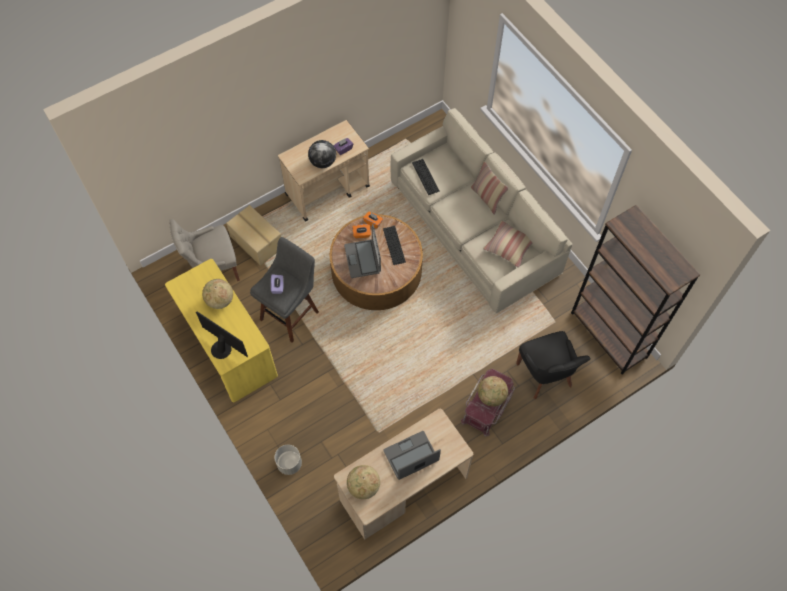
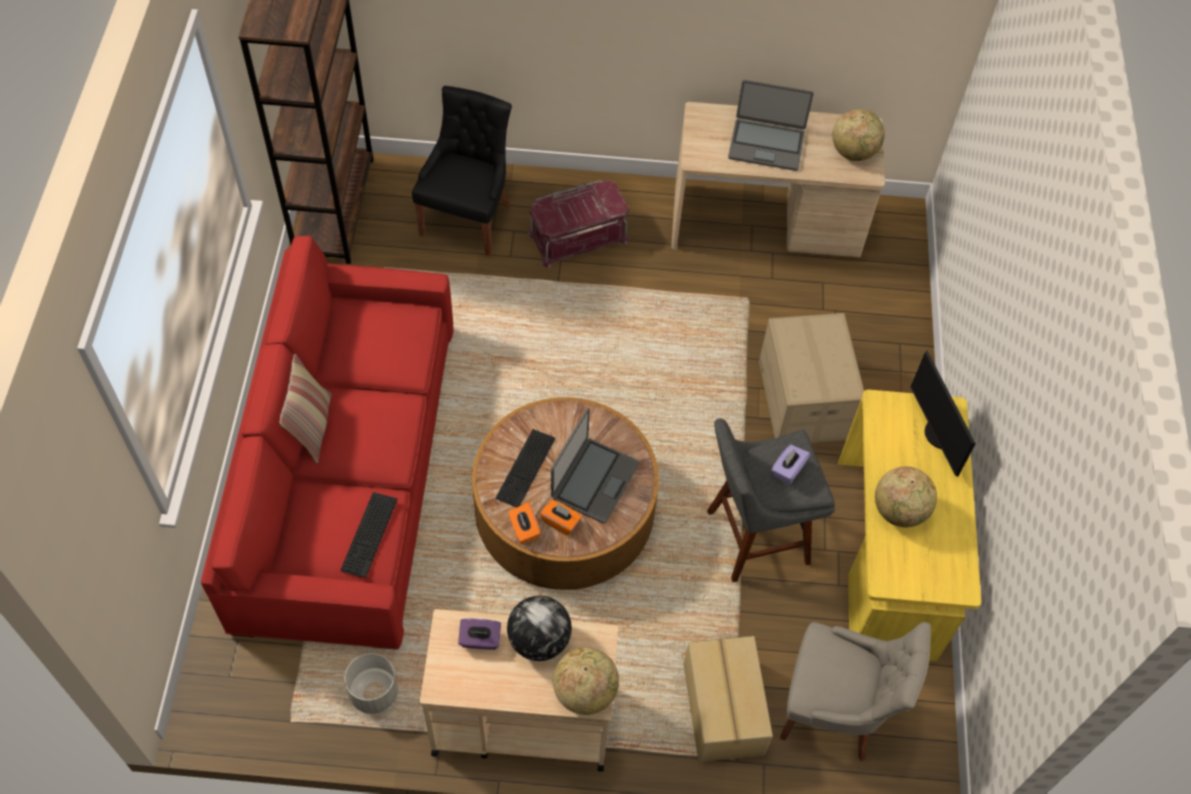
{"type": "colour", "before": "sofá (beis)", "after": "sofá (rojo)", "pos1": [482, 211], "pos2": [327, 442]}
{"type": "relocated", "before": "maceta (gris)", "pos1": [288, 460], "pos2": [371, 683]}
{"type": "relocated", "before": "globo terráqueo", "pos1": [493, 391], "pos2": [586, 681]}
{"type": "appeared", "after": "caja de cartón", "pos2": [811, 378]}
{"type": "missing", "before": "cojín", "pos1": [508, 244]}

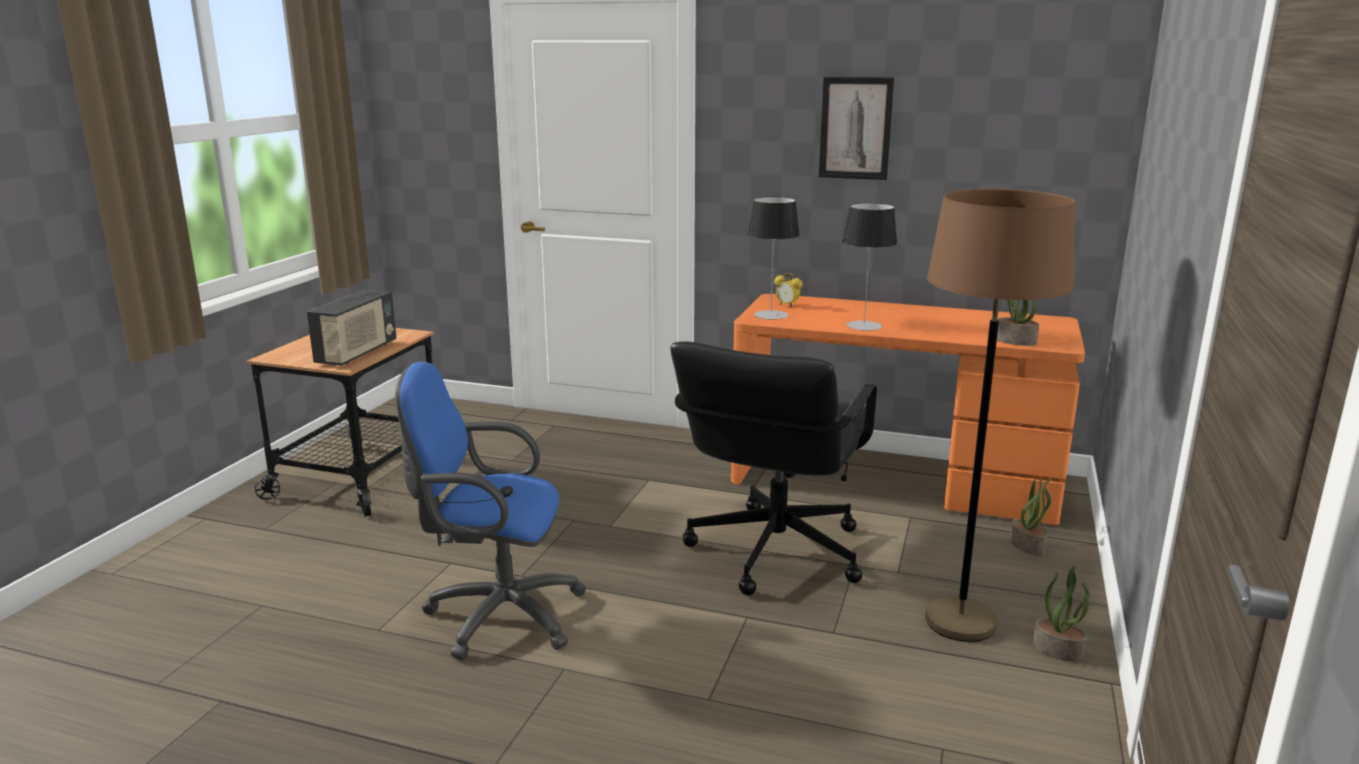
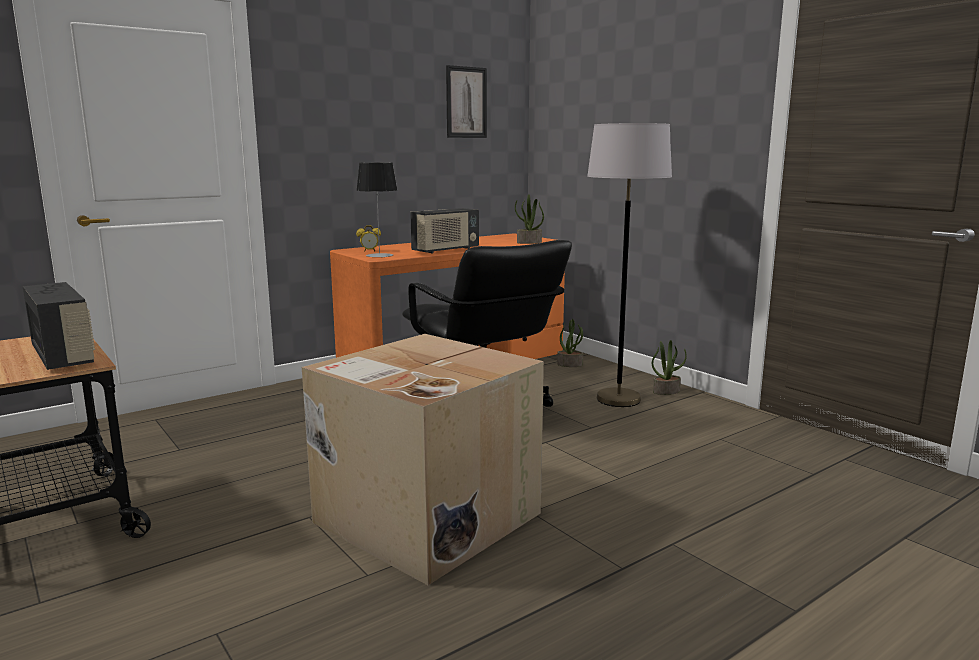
{"type": "exchanged", "before": "silla de oficina (azul)", "after": "caja de cartón", "pos1": [490, 511], "pos2": [423, 459]}
{"type": "exchanged", "before": "lámpara de mesa", "after": "radio", "pos1": [869, 267], "pos2": [444, 230]}
{"type": "relocated", "before": "cuadro", "pos1": [856, 128], "pos2": [466, 101]}
{"type": "colour", "before": "lámpara de pie (marrón)", "after": "lámpara de pie (gris)", "pos1": [1000, 415], "pos2": [629, 265]}

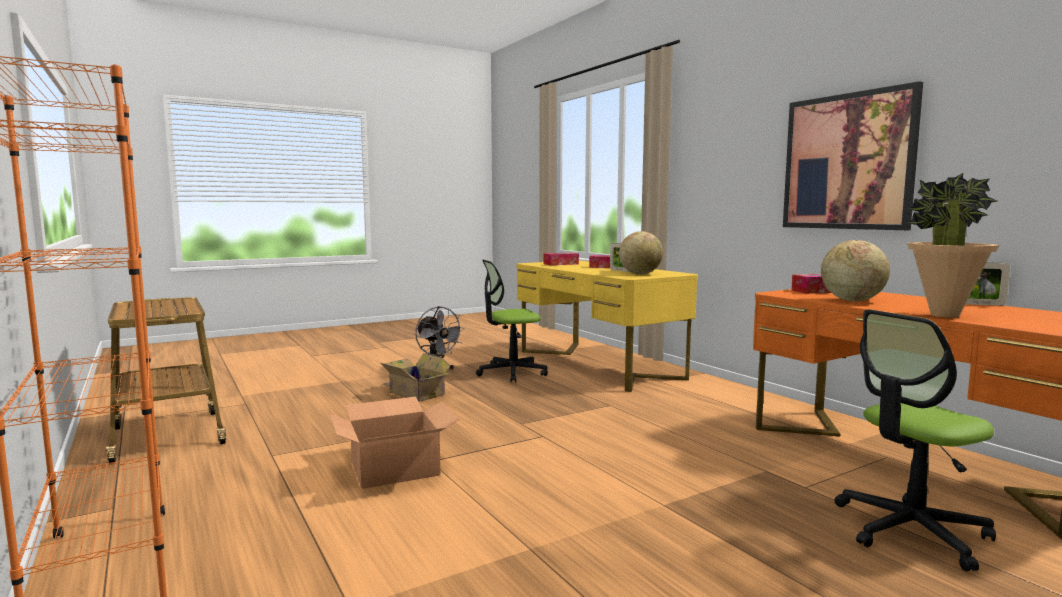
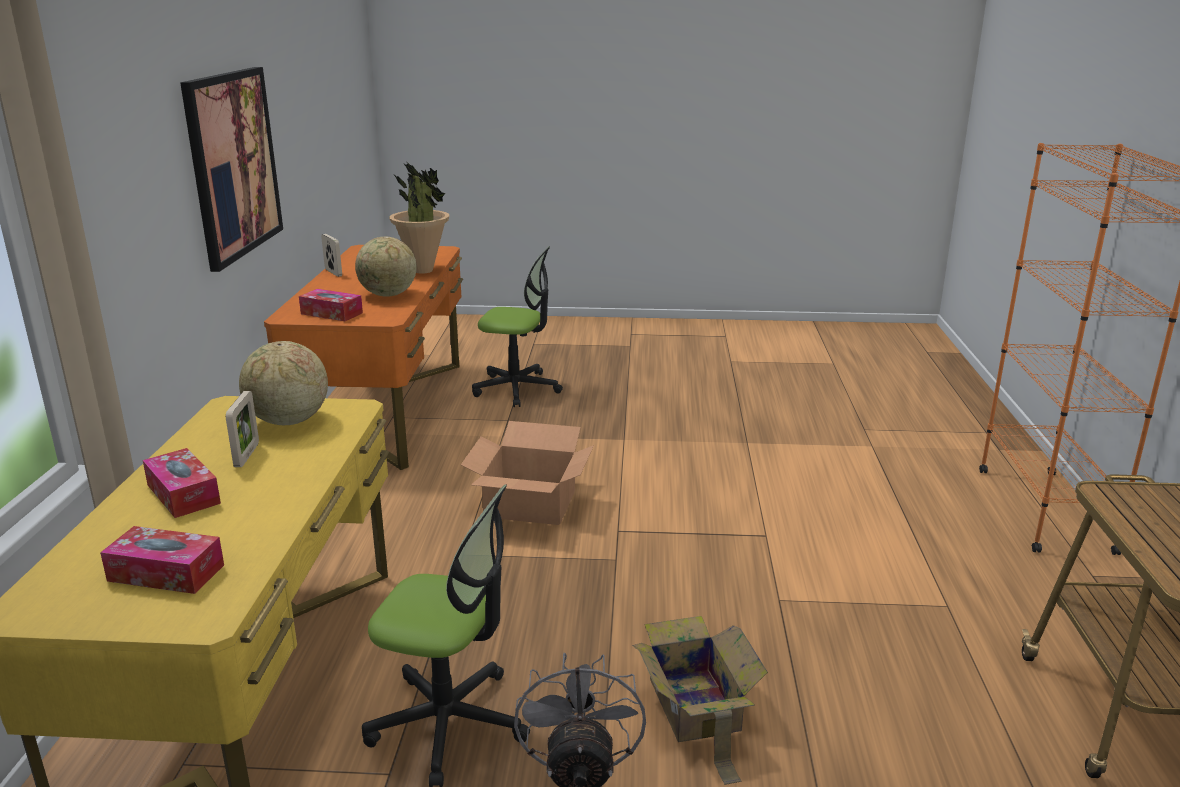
{"type": "relocated", "before": "caja de cartón", "pos1": [394, 443], "pos2": [527, 473]}

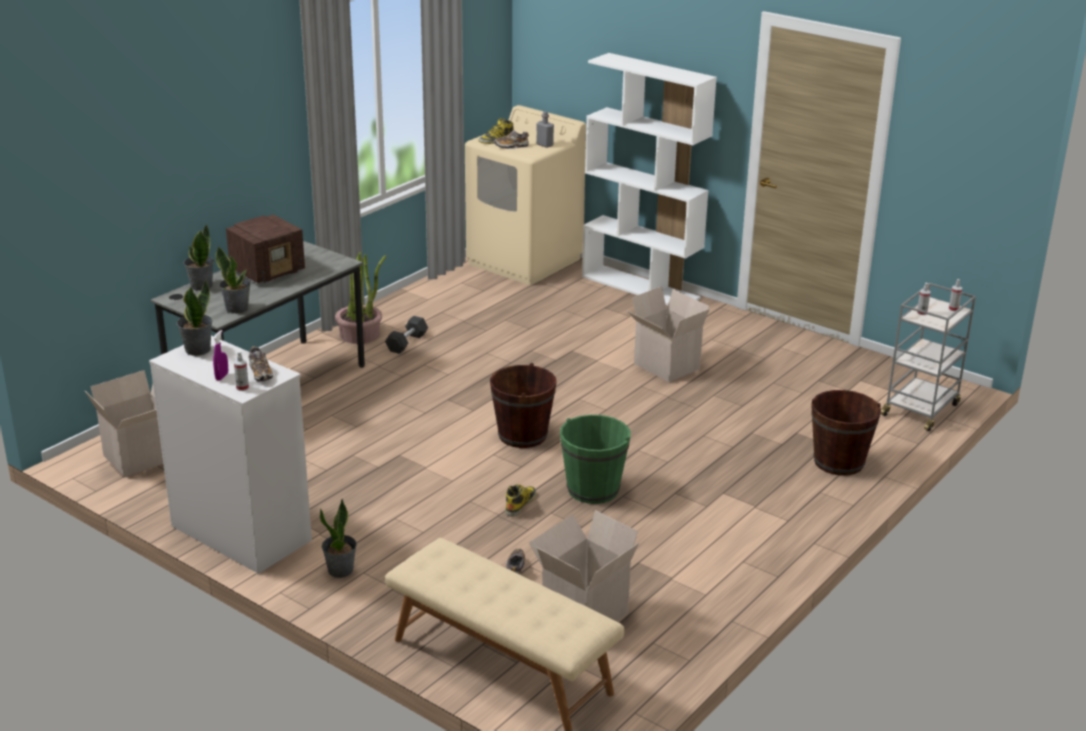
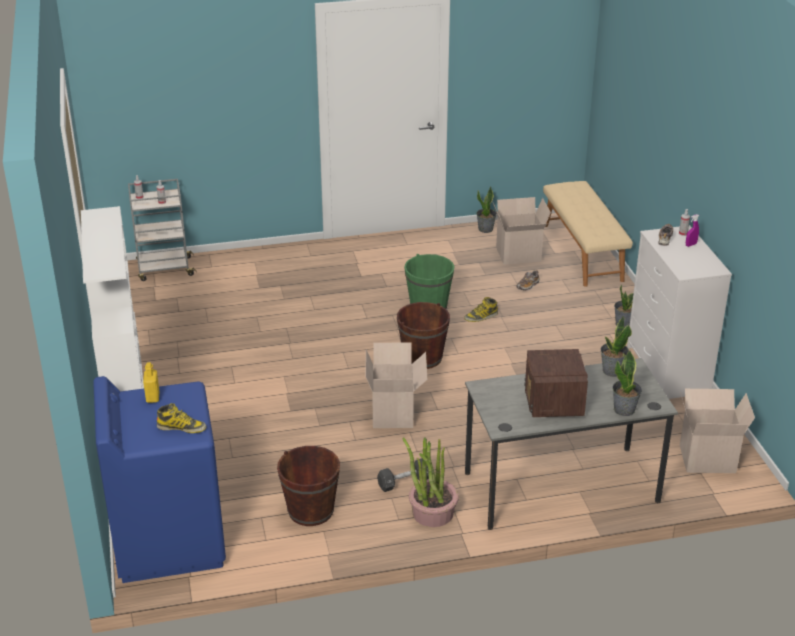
{"type": "colour", "before": "lavadora (beis)", "after": "lavadora (azul)", "pos1": [525, 195], "pos2": [159, 479]}
{"type": "colour", "before": "botella (gris)", "after": "botella (amarillo)", "pos1": [545, 129], "pos2": [151, 382]}
{"type": "relocated", "before": "cubo (marrón)", "pos1": [846, 433], "pos2": [308, 486]}
{"type": "relocated", "before": "caja de cartón", "pos1": [668, 334], "pos2": [396, 385]}
{"type": "relocated", "before": "planta en maceta", "pos1": [195, 317], "pos2": [486, 209]}
{"type": "spun", "before": "radio", "pos1": [265, 248], "pos2": [556, 383], "turn": -90}
{"type": "missing", "before": "zapato", "pos1": [511, 139]}

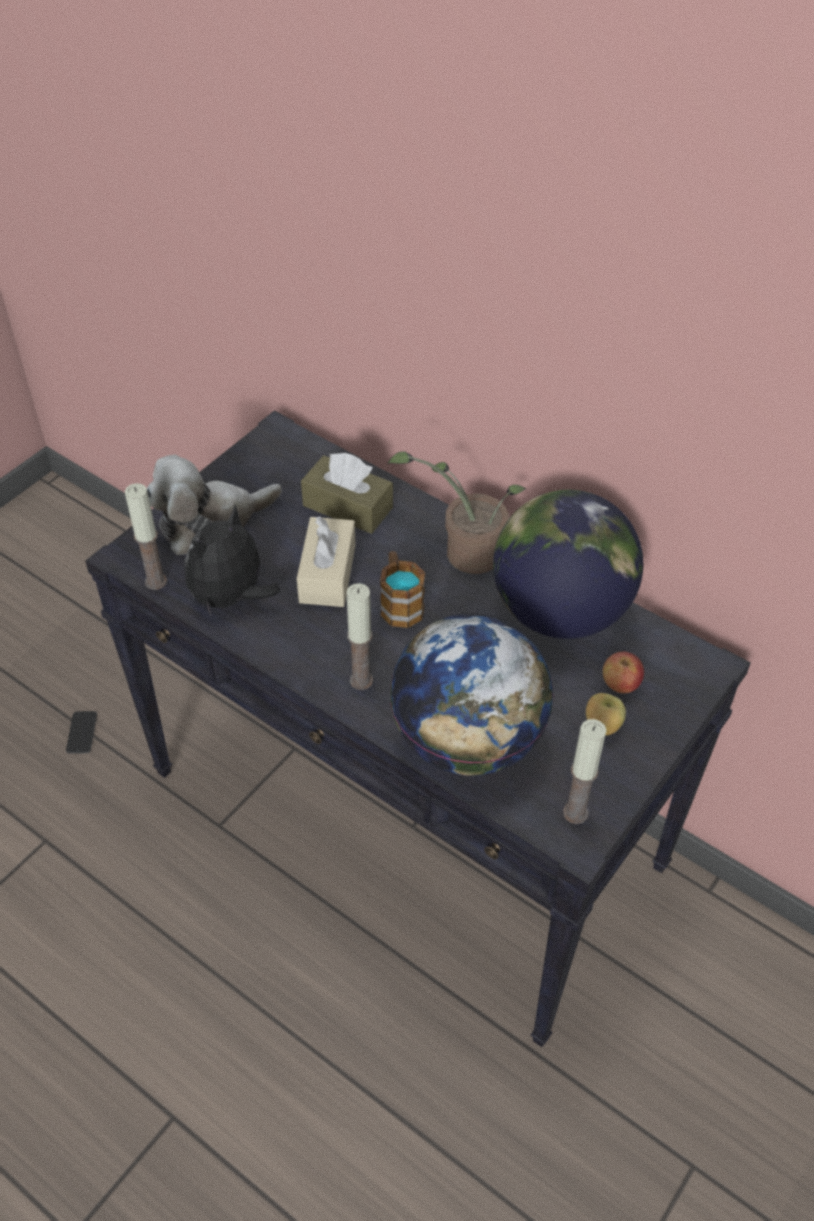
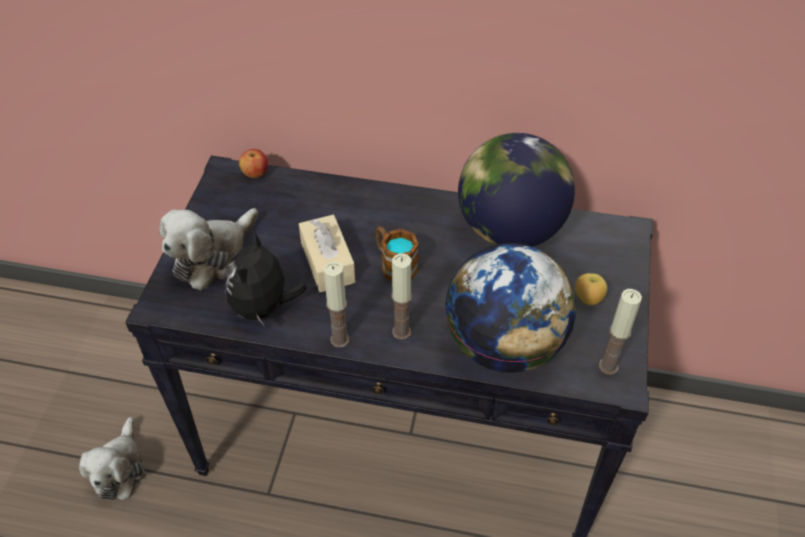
{"type": "exchanged", "before": "móvil", "after": "peluche", "pos1": [81, 732], "pos2": [112, 458]}
{"type": "relocated", "before": "manzana", "pos1": [623, 672], "pos2": [253, 163]}
{"type": "relocated", "before": "vela", "pos1": [146, 536], "pos2": [336, 304]}
{"type": "missing", "before": "caja de pañuelos (marrón)", "pos1": [347, 493]}
{"type": "missing", "before": "planta en maceta", "pos1": [456, 512]}

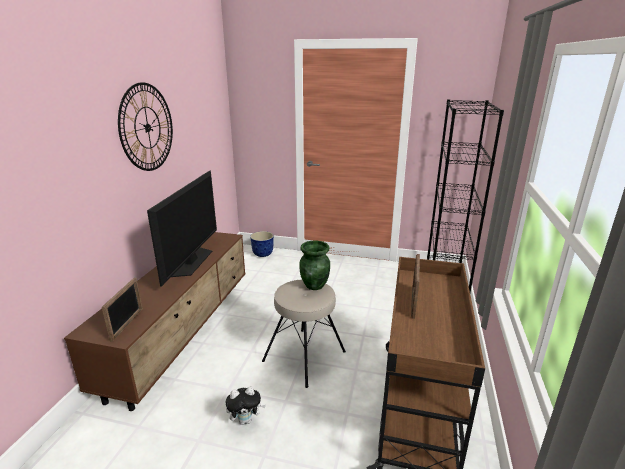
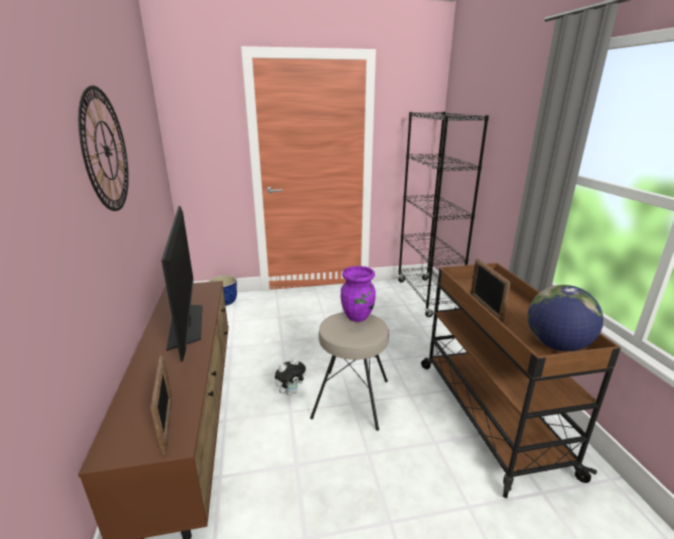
{"type": "relocated", "before": "peluche", "pos1": [246, 406], "pos2": [290, 377]}
{"type": "colour", "before": "florero (verde)", "after": "florero (morado)", "pos1": [314, 265], "pos2": [358, 294]}
{"type": "appeared", "after": "globo terráqueo", "pos2": [565, 318]}

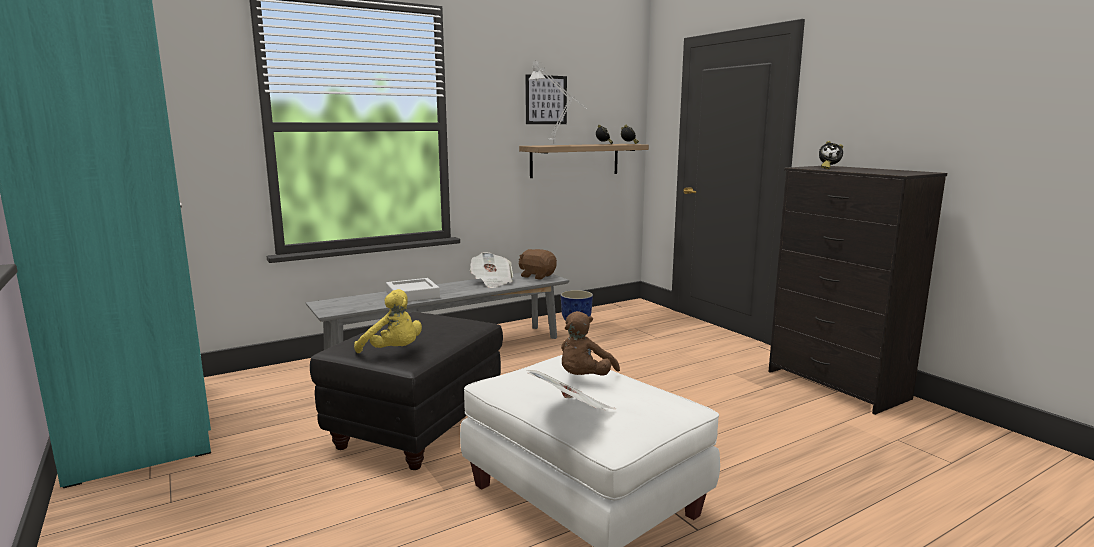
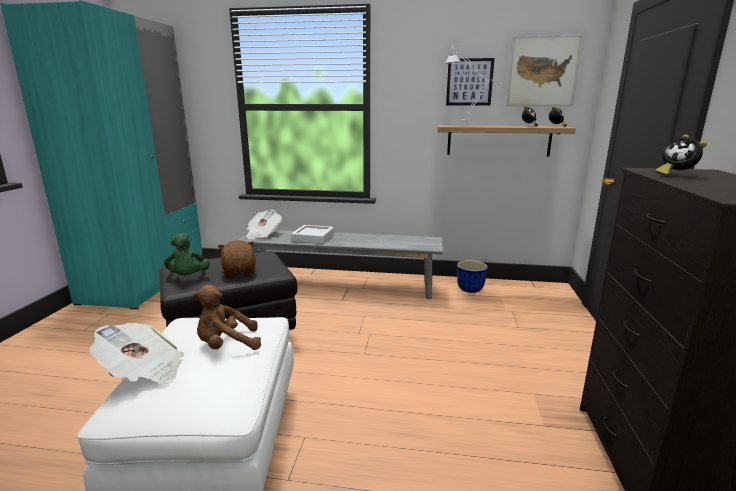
{"type": "colour", "before": "peluche (amarillo)", "after": "peluche (verde)", "pos1": [388, 321], "pos2": [187, 254]}
{"type": "relocated", "before": "peluche (marrón)", "pos1": [538, 264], "pos2": [237, 258]}
{"type": "relocated", "before": "periódico", "pos1": [491, 270], "pos2": [264, 224]}
{"type": "appeared", "after": "cuadro", "pos2": [544, 70]}

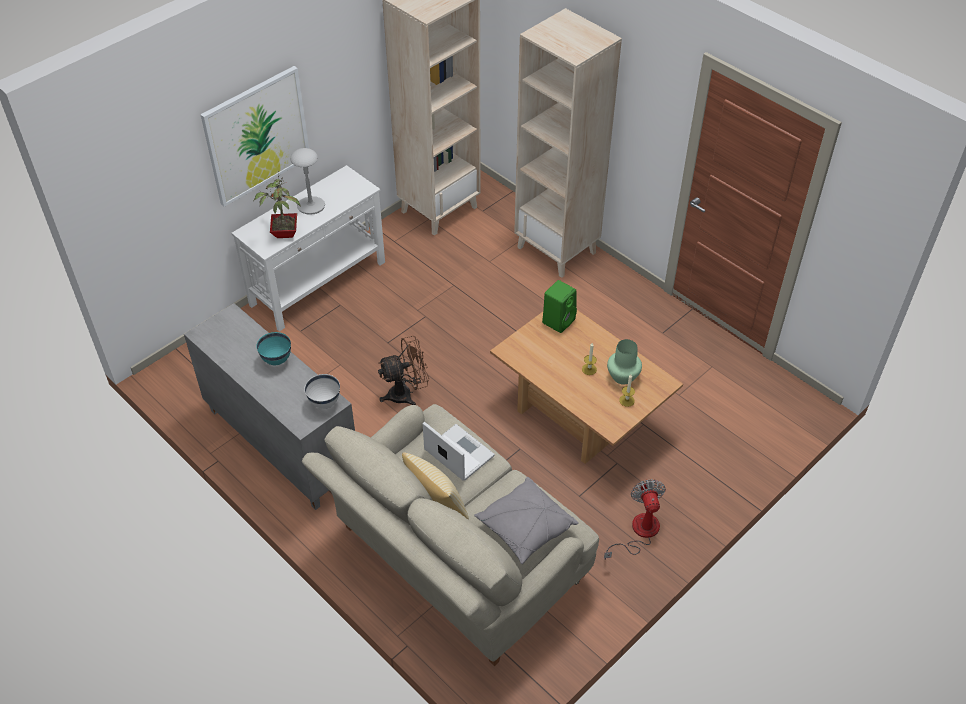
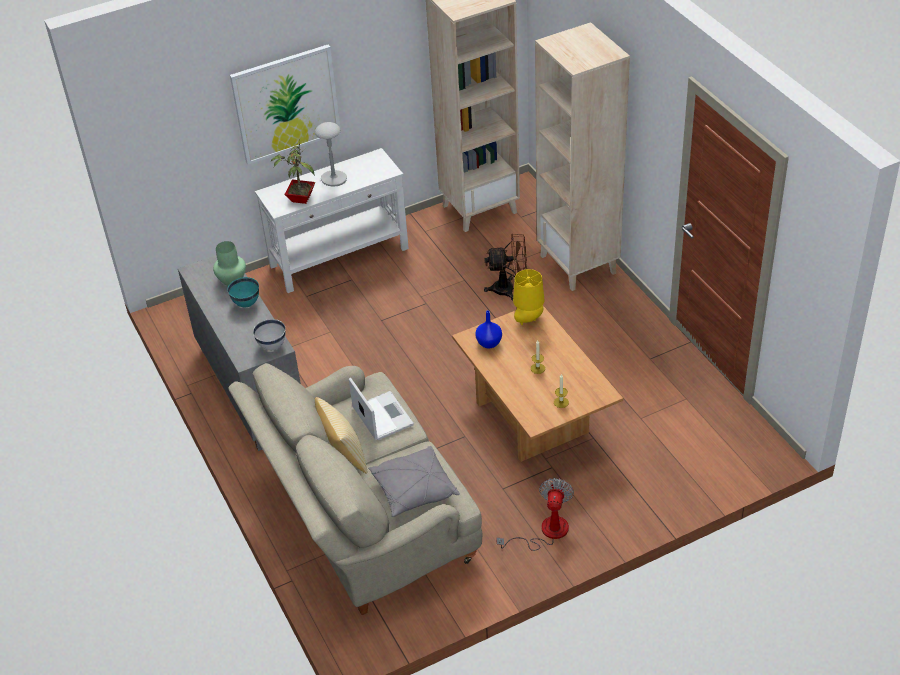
{"type": "relocated", "before": "florero (verde)", "pos1": [624, 362], "pos2": [229, 263]}
{"type": "appeared", "after": "florero (azul)", "pos2": [488, 329]}
{"type": "relocated", "before": "ventilador (marrón)", "pos1": [403, 370], "pos2": [505, 267]}
{"type": "exchanged", "before": "altavoz (verde)", "after": "lámpara de mesa (amarillo)", "pos1": [559, 306], "pos2": [528, 297]}

